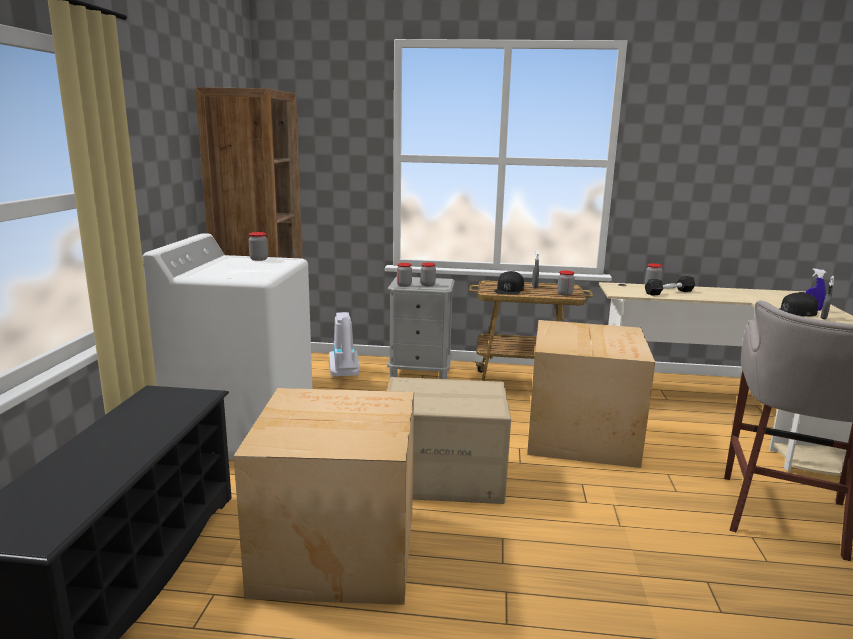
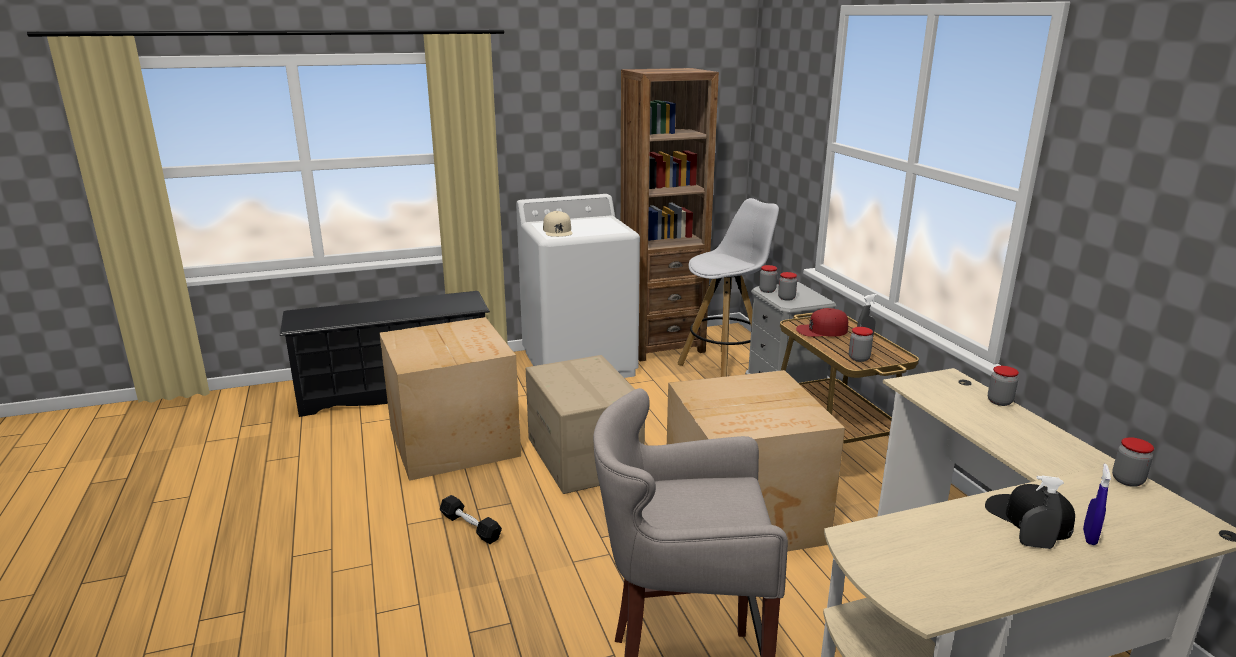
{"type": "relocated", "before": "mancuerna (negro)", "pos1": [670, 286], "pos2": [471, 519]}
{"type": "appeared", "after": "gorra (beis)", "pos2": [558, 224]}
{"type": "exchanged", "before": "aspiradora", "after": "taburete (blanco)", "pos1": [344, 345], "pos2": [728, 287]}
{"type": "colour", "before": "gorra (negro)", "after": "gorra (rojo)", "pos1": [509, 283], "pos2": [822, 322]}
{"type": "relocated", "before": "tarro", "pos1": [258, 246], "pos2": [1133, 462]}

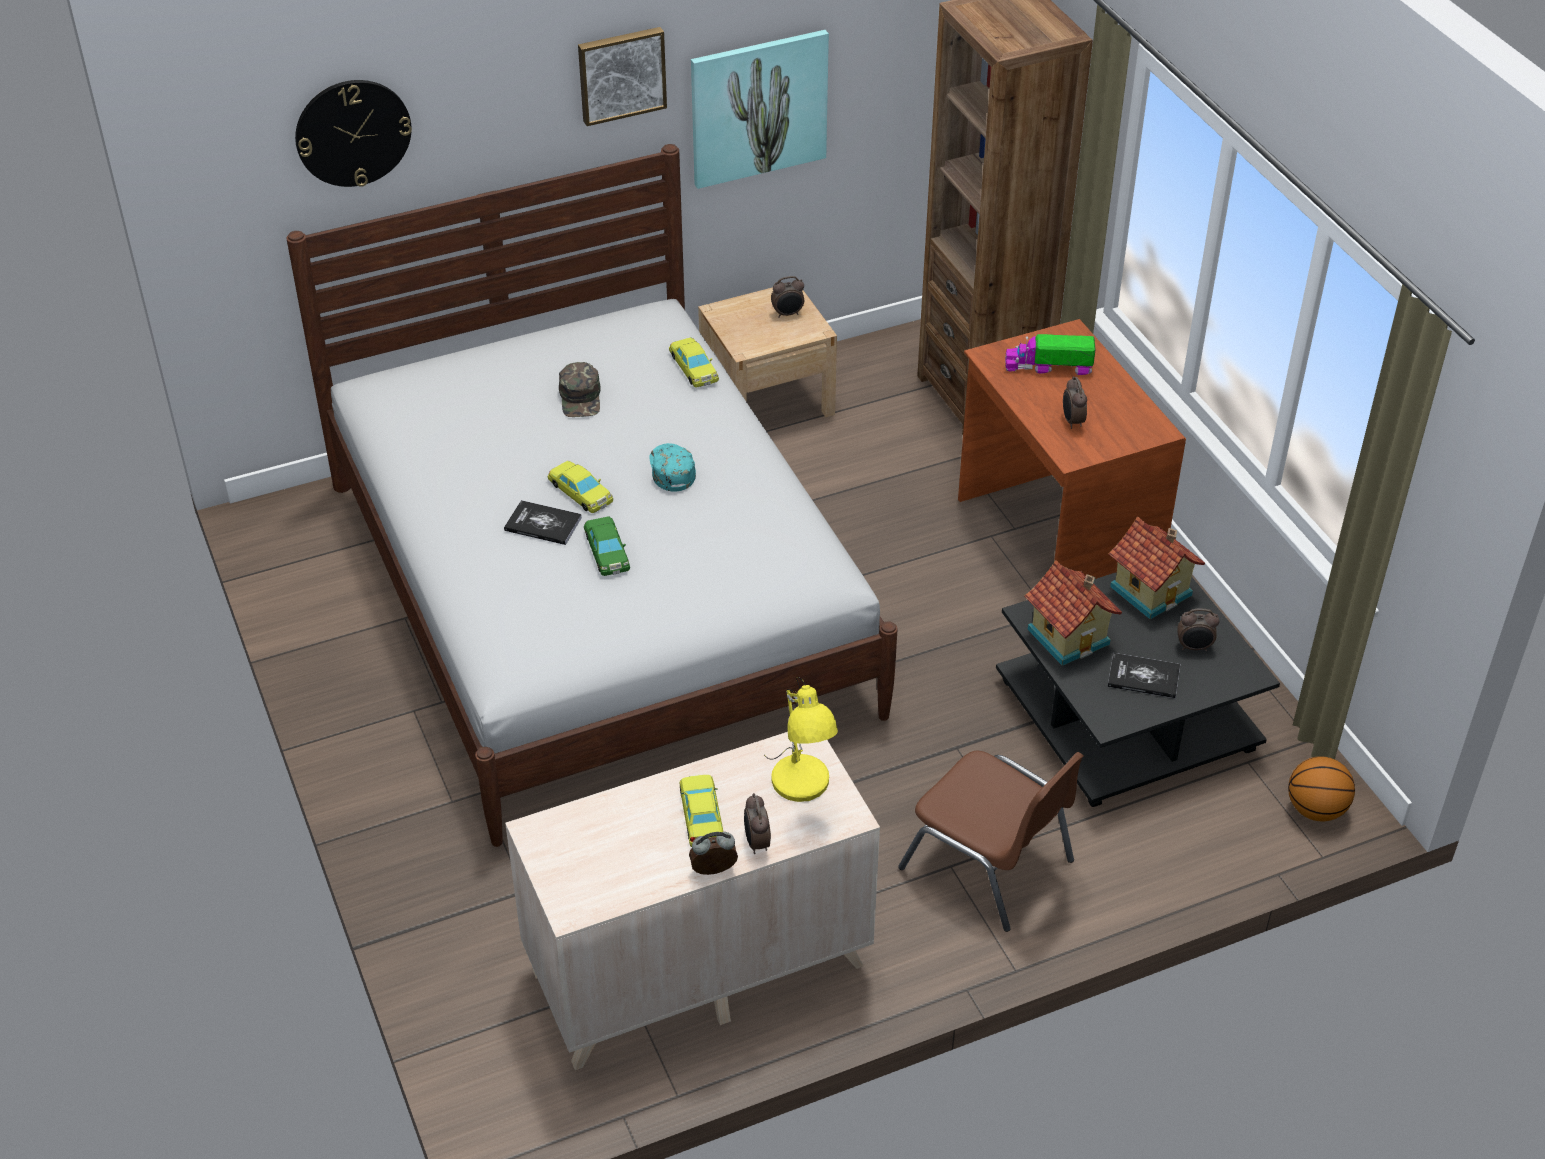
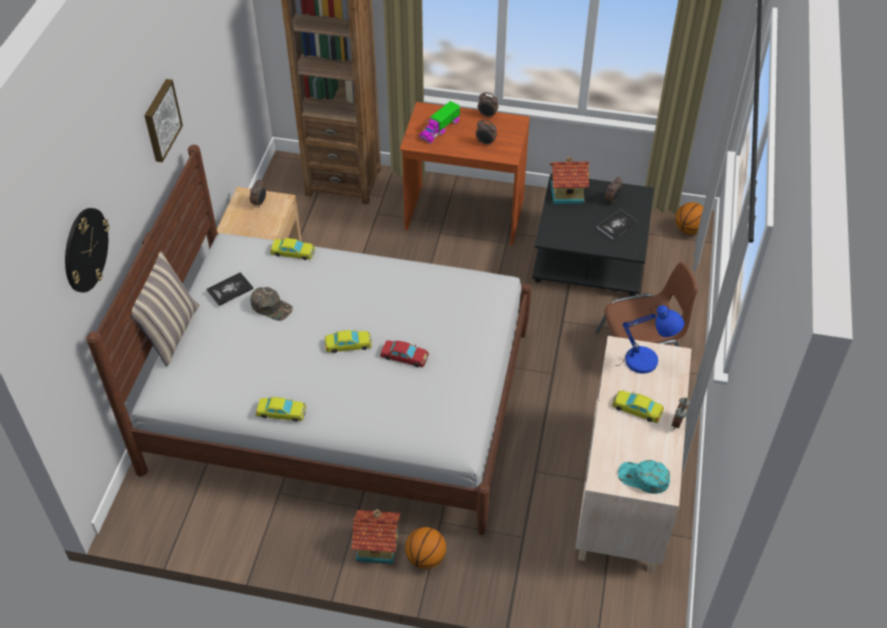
{"type": "appeared", "after": "cojín", "pos2": [165, 308]}
{"type": "relocated", "before": "libro", "pos1": [543, 522], "pos2": [230, 289]}
{"type": "appeared", "after": "coche de juguete (amarillo)", "pos2": [281, 409]}
{"type": "relocated", "before": "casita", "pos1": [1073, 613], "pos2": [376, 536]}
{"type": "colour", "before": "coche de juguete (verde)", "after": "coche de juguete (rojo)", "pos1": [607, 546], "pos2": [404, 353]}
{"type": "appeared", "after": "balón de baloncesto", "pos2": [425, 548]}
{"type": "relocated", "before": "despertador", "pos1": [757, 823], "pos2": [488, 105]}
{"type": "colour", "before": "lámpara de mesa (amarillo)", "after": "lámpara de mesa (azul)", "pos1": [801, 739], "pos2": [649, 339]}
{"type": "relocated", "before": "gorra (turquesa)", "pos1": [673, 467], "pos2": [644, 477]}
{"type": "missing", "before": "cuadro", "pos1": [760, 109]}

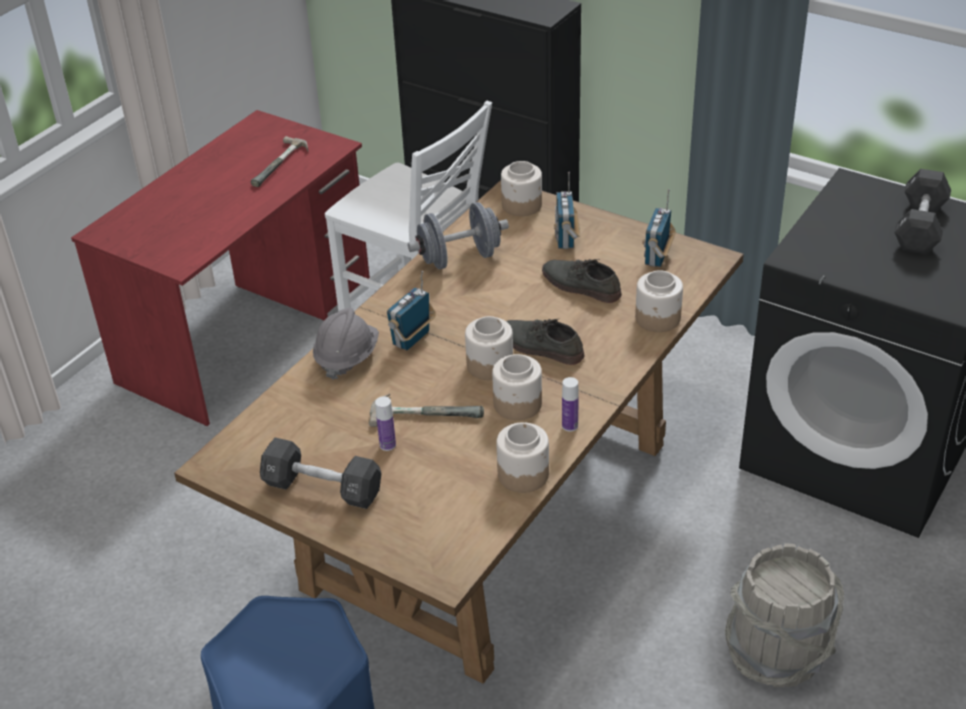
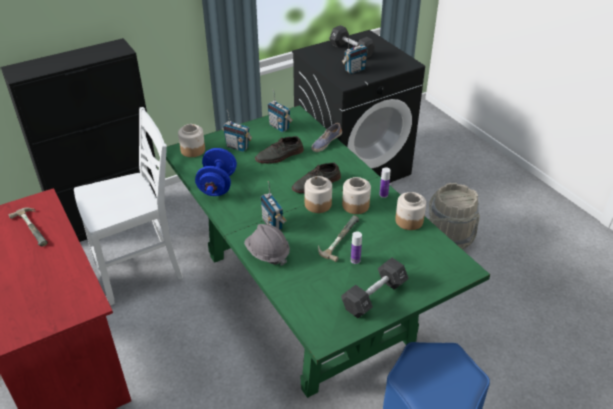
{"type": "colour", "before": "mesa de comedor (marrón)", "after": "mesa de comedor (verde)", "pos1": [459, 432], "pos2": [328, 251]}
{"type": "colour", "before": "mancuerna (gris)", "after": "mancuerna (azul)", "pos1": [458, 235], "pos2": [216, 172]}
{"type": "exchanged", "before": "tarro", "after": "zapato", "pos1": [659, 301], "pos2": [326, 137]}
{"type": "appeared", "after": "radio", "pos2": [355, 56]}

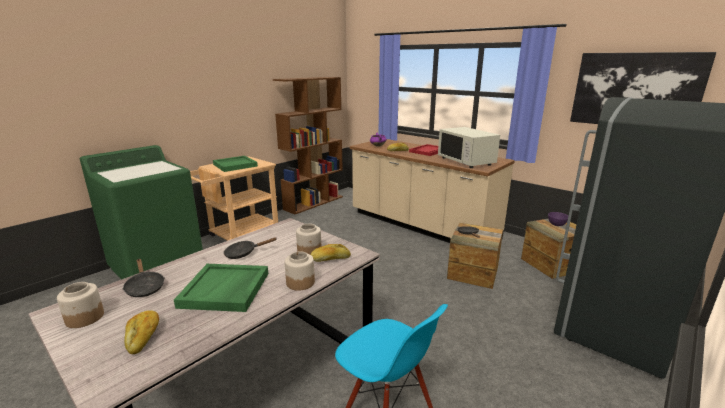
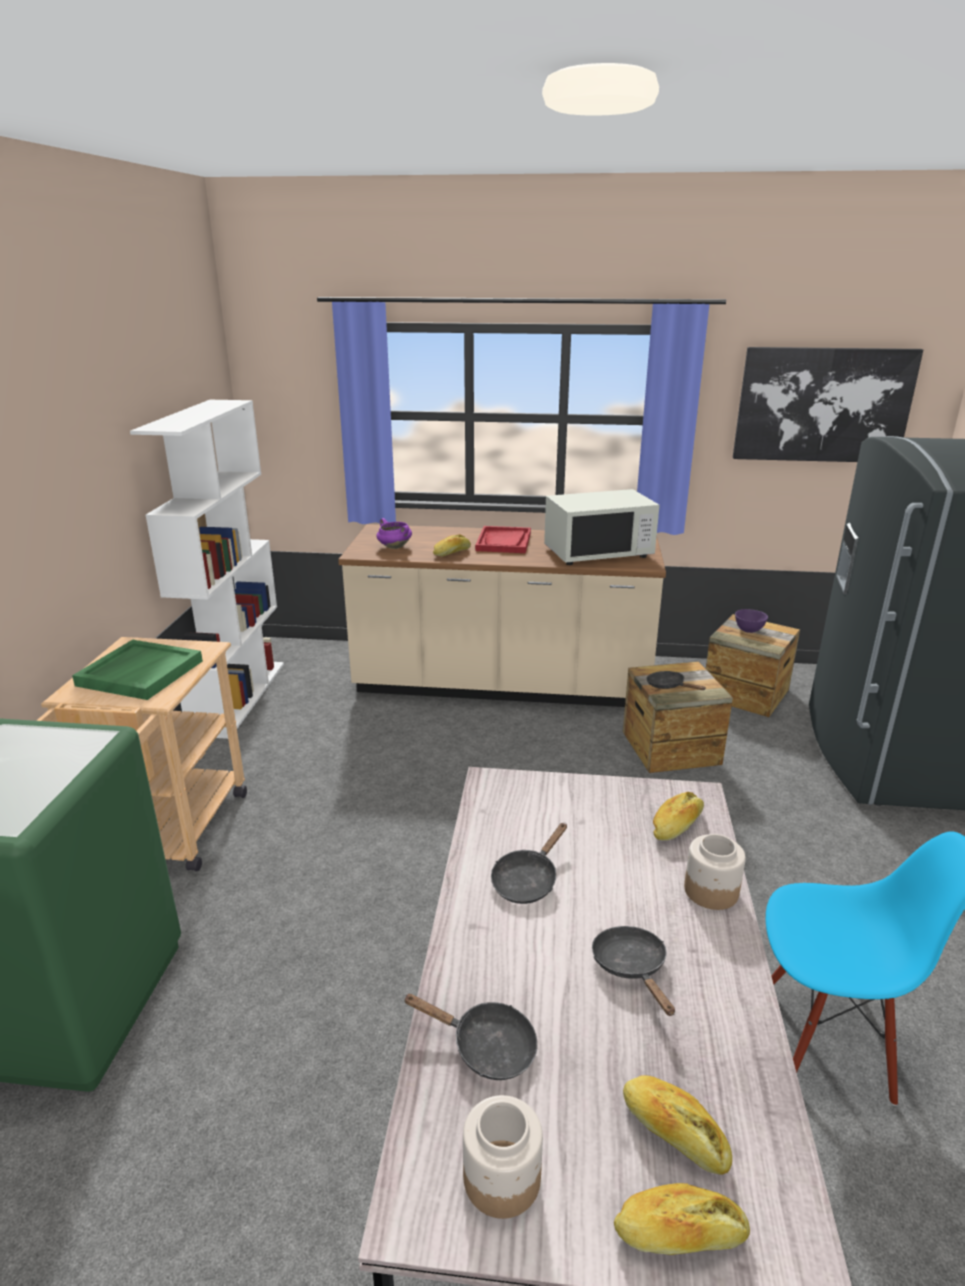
{"type": "colour", "before": "estantería (marrón)", "after": "estantería (blanco)", "pos1": [308, 146], "pos2": [207, 569]}
{"type": "spun", "before": "microondas (blanco)", "pos1": [469, 147], "pos2": [602, 527], "turn": -45}
{"type": "exchanged", "before": "bandeja (verde)", "after": "sartén (negro)", "pos1": [221, 288], "pos2": [633, 971]}
{"type": "appeared", "after": "pan", "pos2": [682, 1219]}
{"type": "missing", "before": "tarro", "pos1": [309, 239]}

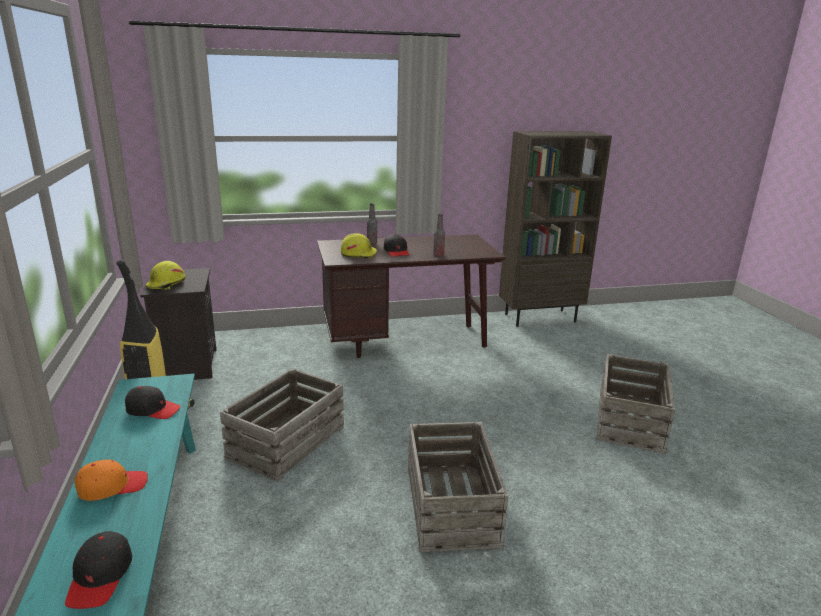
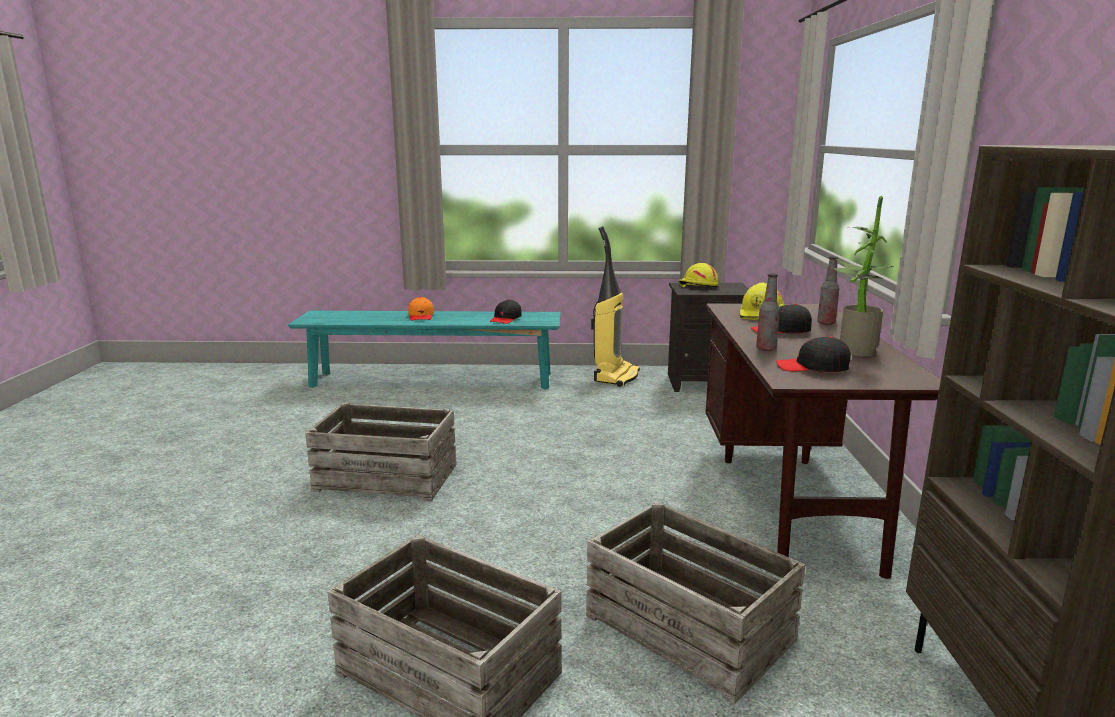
{"type": "relocated", "before": "caja de embalaje", "pos1": [282, 425], "pos2": [695, 602]}
{"type": "relocated", "before": "gorra (negro)", "pos1": [98, 570], "pos2": [813, 354]}
{"type": "appeared", "after": "planta en maceta", "pos2": [860, 276]}

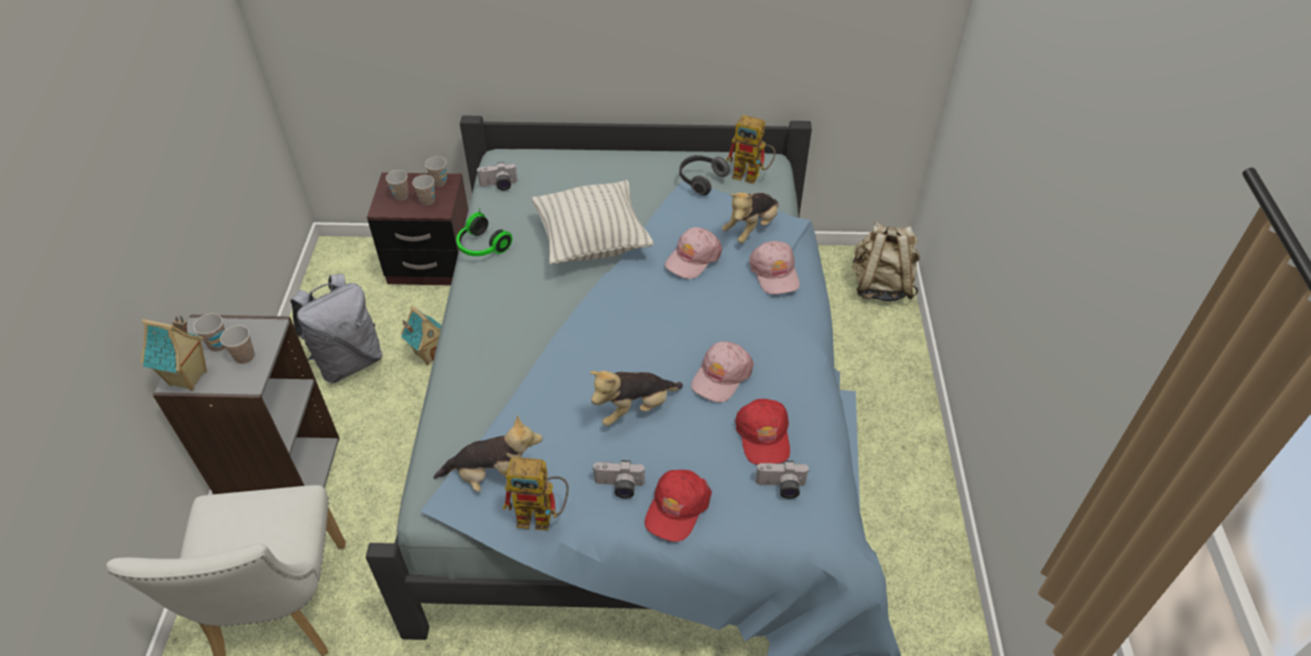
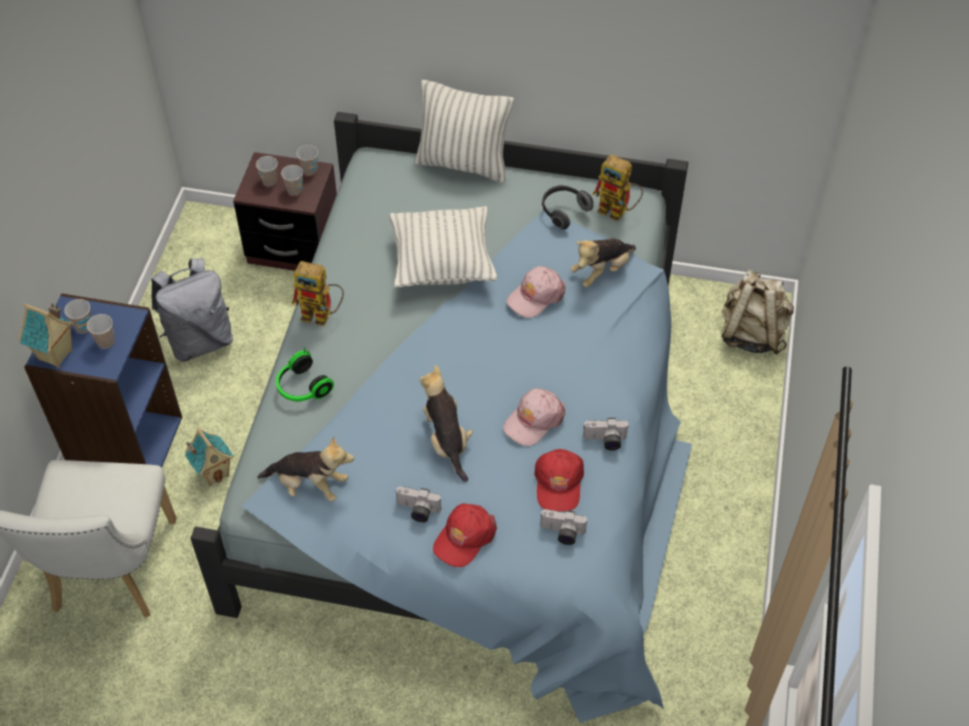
{"type": "colour", "before": "estantería (gris)", "after": "estantería (azul)", "pos1": [246, 404], "pos2": [103, 380]}
{"type": "relocated", "before": "casita", "pos1": [421, 335], "pos2": [209, 457]}
{"type": "relocated", "before": "auriculares", "pos1": [484, 231], "pos2": [305, 374]}
{"type": "relocated", "before": "robot de juguete", "pos1": [536, 494], "pos2": [317, 293]}
{"type": "appeared", "after": "cojín", "pos2": [464, 131]}
{"type": "spun", "before": "peluche", "pos1": [636, 398], "pos2": [446, 423], "turn": 90}
{"type": "relocated", "before": "cámara", "pos1": [497, 176], "pos2": [606, 434]}
{"type": "missing", "before": "gorra (rosa)", "pos1": [774, 268]}

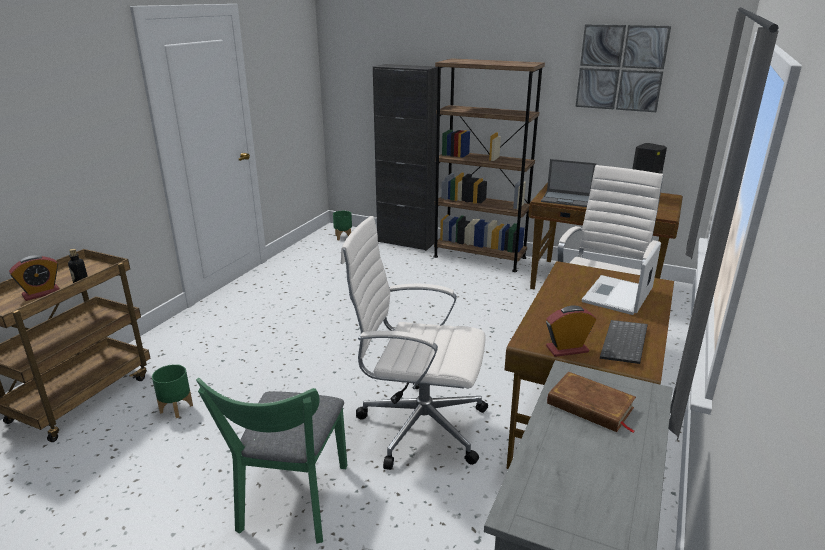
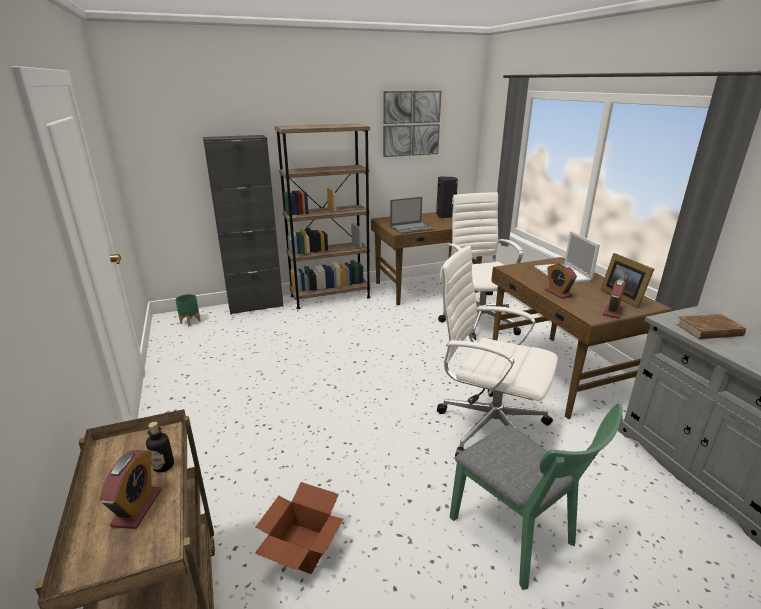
{"type": "exchanged", "before": "maceta (verde)", "after": "caja de cartón", "pos1": [172, 391], "pos2": [299, 528]}
{"type": "spun", "before": "silla de oficina (blanco)", "pos1": [414, 343], "pos2": [497, 351], "turn": 60}
{"type": "appeared", "after": "despertador", "pos2": [561, 281]}
{"type": "exchanged", "before": "teclado", "after": "portarretratos", "pos1": [624, 342], "pos2": [627, 280]}

